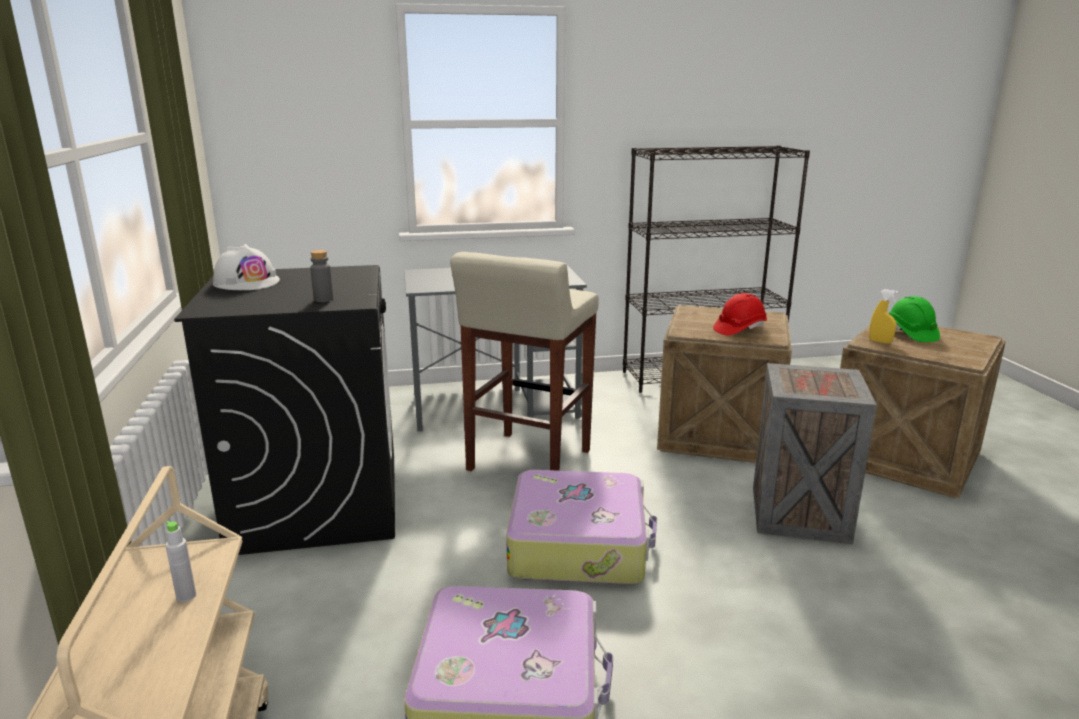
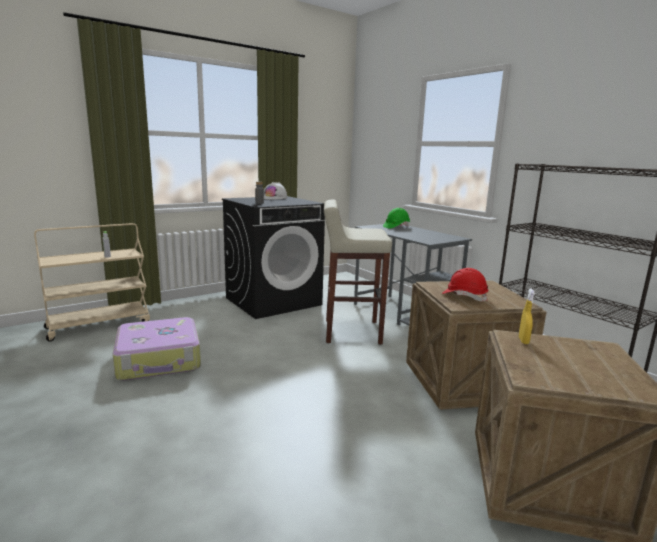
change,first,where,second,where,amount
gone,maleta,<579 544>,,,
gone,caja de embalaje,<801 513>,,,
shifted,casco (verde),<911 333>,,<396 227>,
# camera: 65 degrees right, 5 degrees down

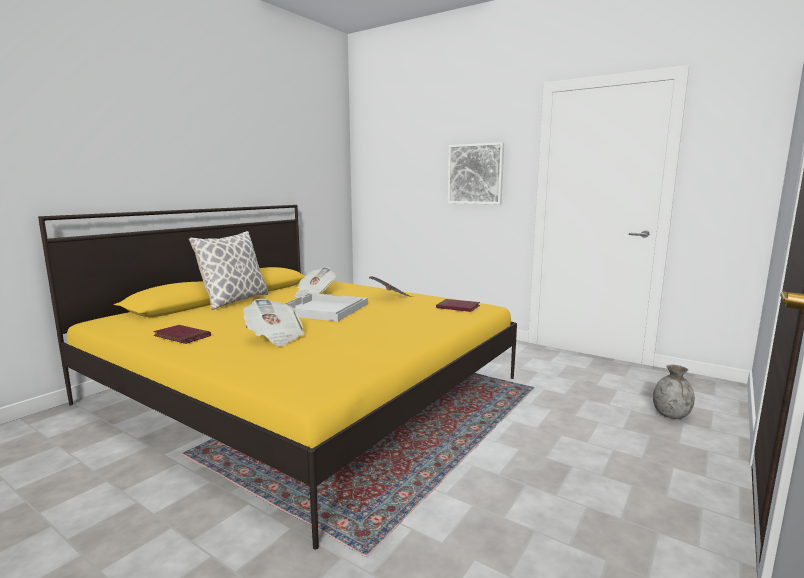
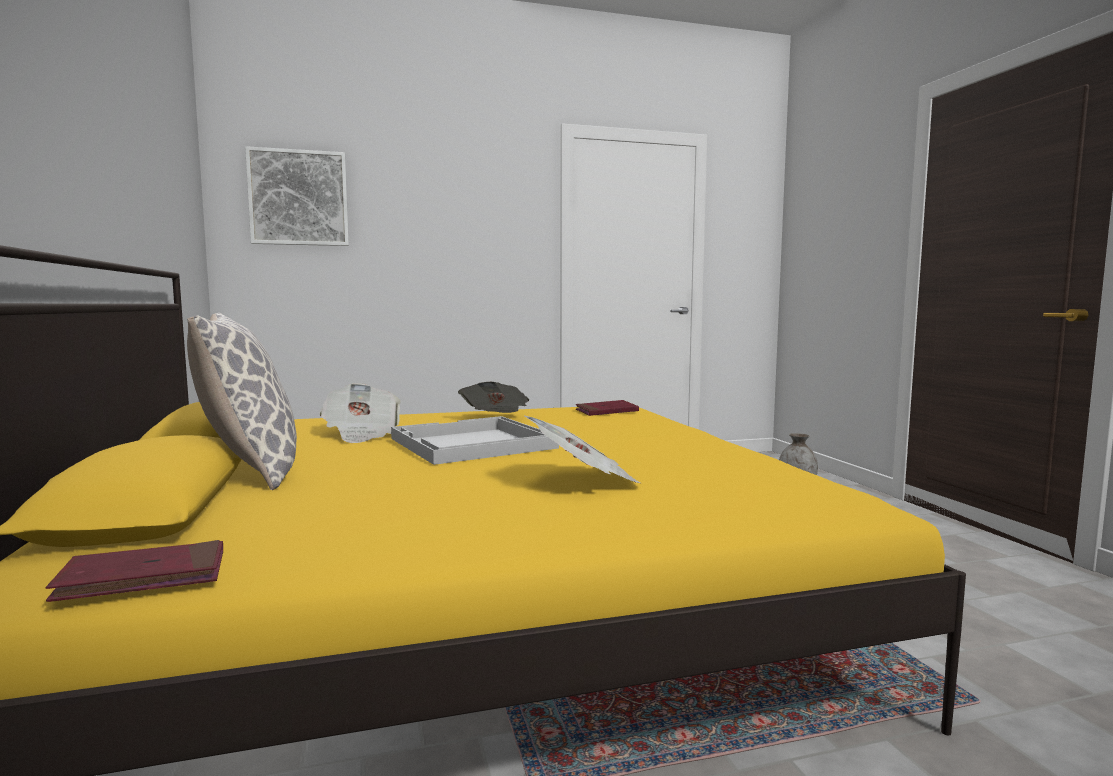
change,first,where,second,where,amount
shifted,libro (rojo),<182 337>,,<144 577>,
shifted,cuadro,<475 174>,,<299 198>,
# camera: 50 degrees left, 5 degrees down

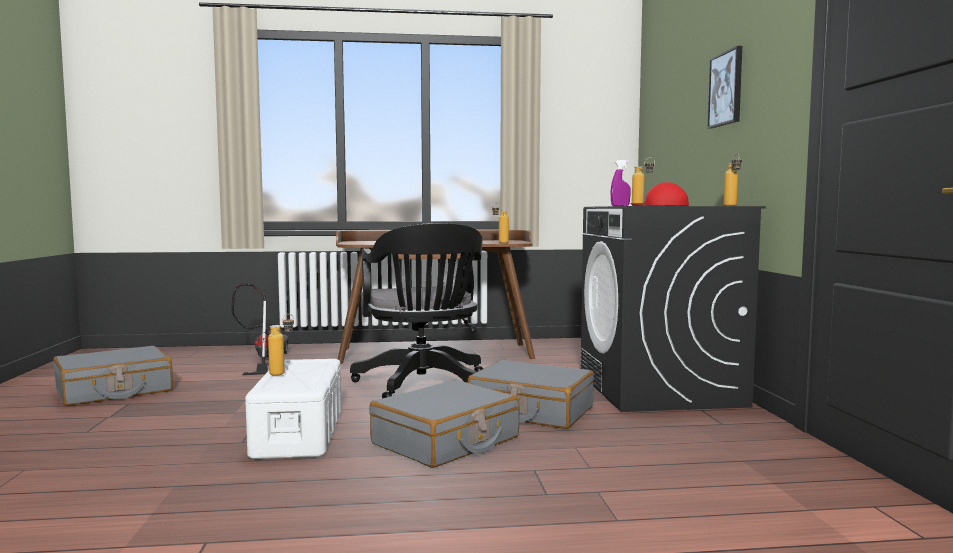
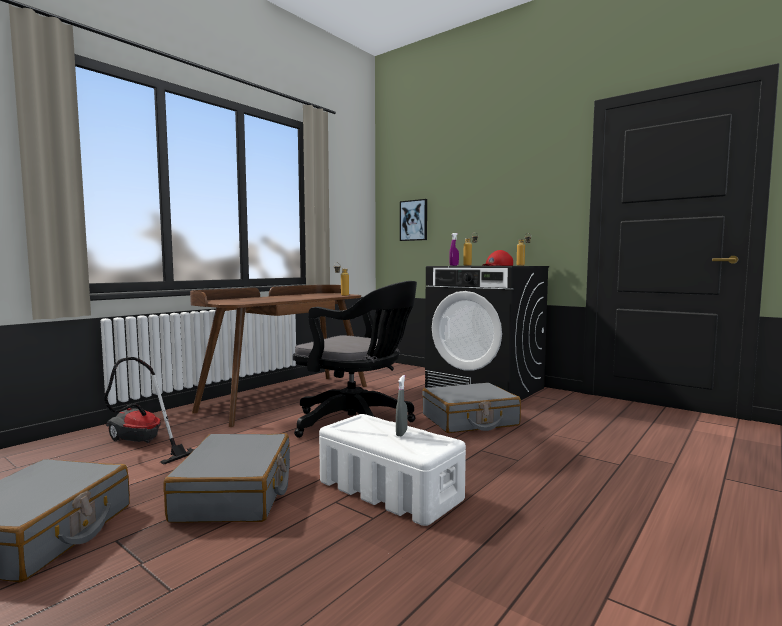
change,first,where,second,where,amount
gone,botella,<282 373>,,,
new,,,pulverizador (gris),<401 433>,
shifted,maleta (gris),<446 441>,,<236 494>,
shifted,cuadro,<726 89>,,<414 220>,
# camera: 45 degrees left, 0 degrees up

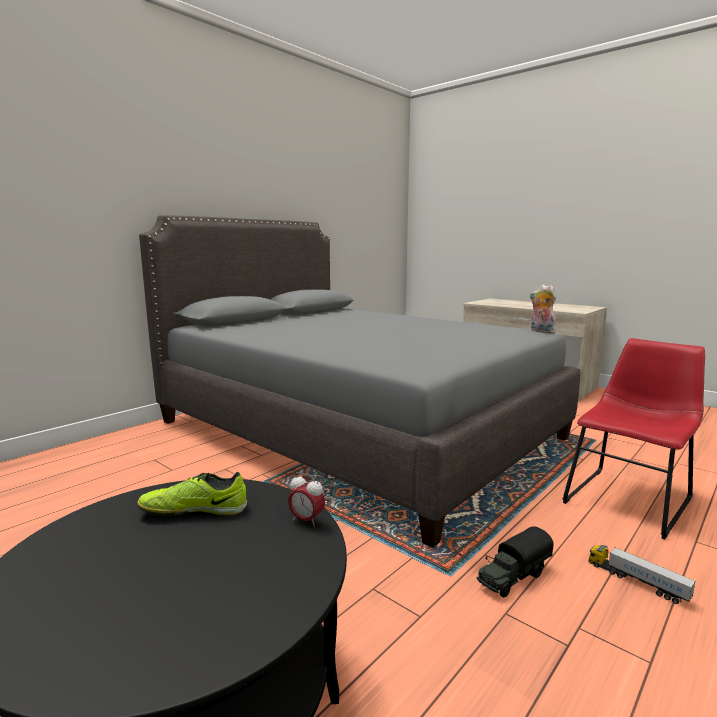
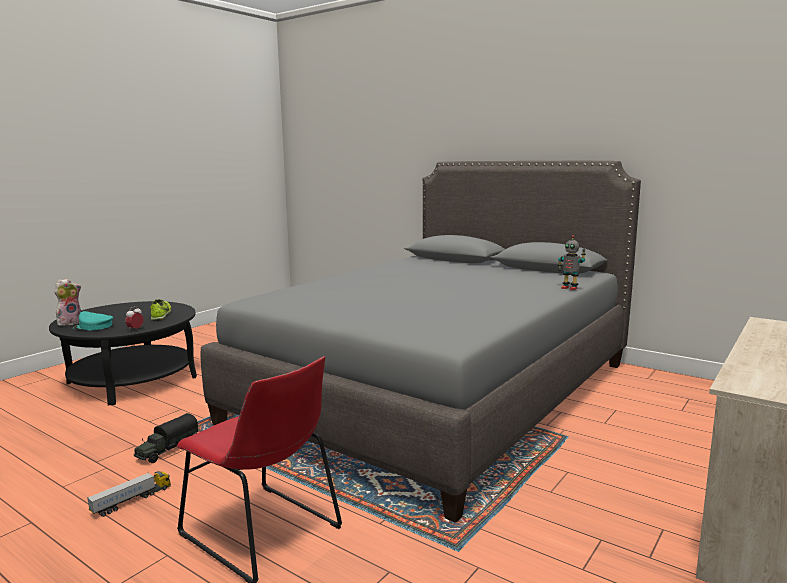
change,first,where,second,where,amount
new,,,gorra (turquesa),<93 327>,
new,,,robot de juguete,<569 288>,
shifted,peluche,<541 331>,,<70 322>,
rotated,camión de juguete,<513 577>,,<167 451>,105 degrees counterclockwise
# camera: 85 degrees right, 0 degrees up

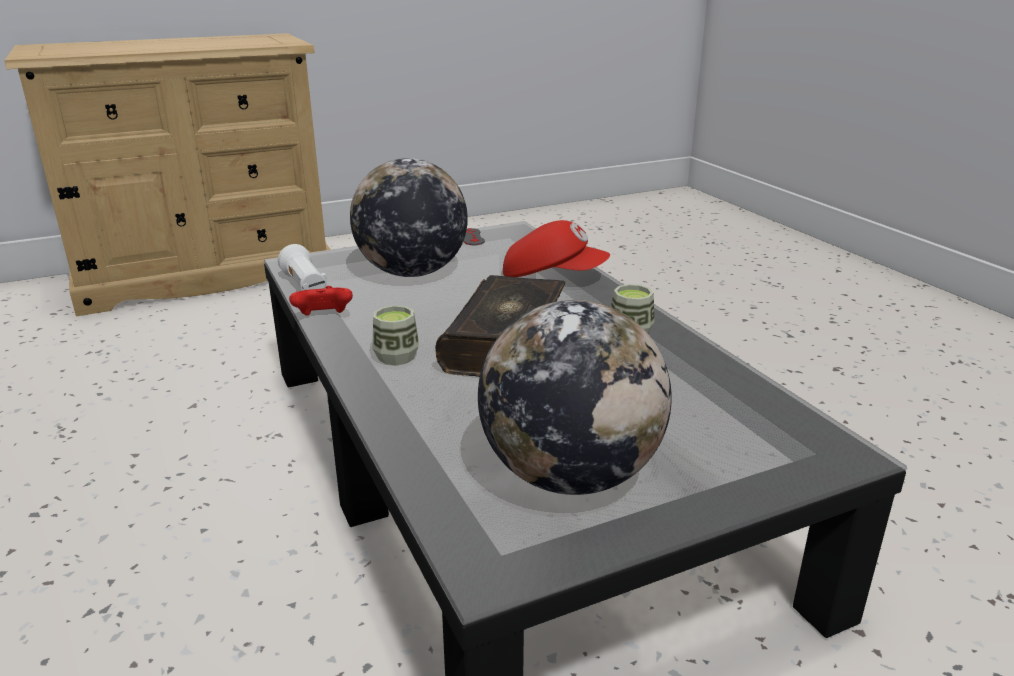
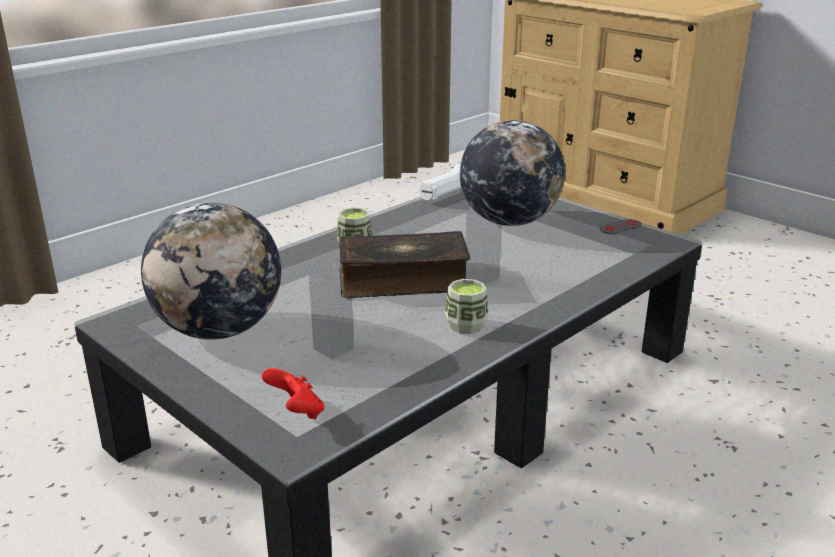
change,first,where,second,where,amount
gone,gorra (rojo),<553 276>,,,
shifted,mando de consola (rojo),<323 317>,,<296 412>,
# camera: 70 degrees right, 0 degrees up

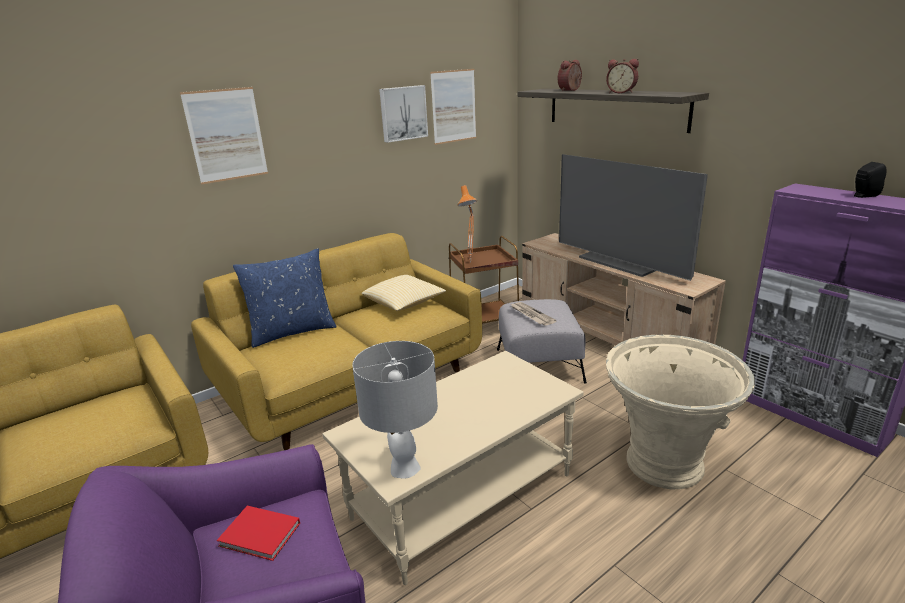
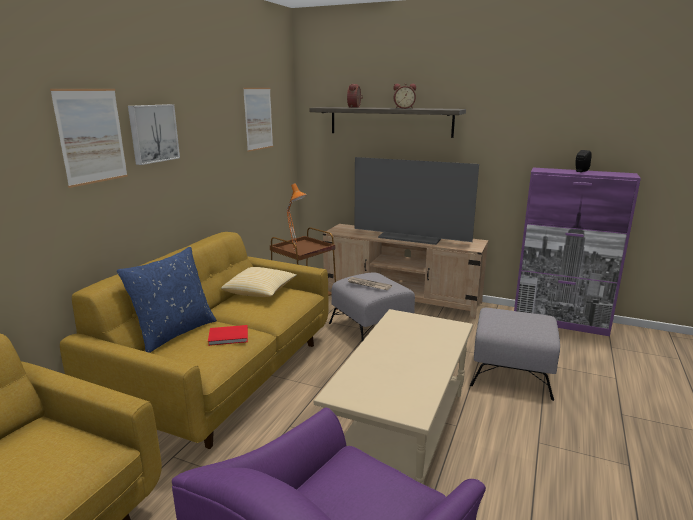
change,first,where,second,where,amount
gone,lámpara de mesa (gris),<404 467>,,,
shifted,libro (rojo),<261 536>,,<229 337>,
shifted,cuadro,<403 113>,,<152 133>,
swapped,maceta (beis),<663 465>,puf (gris),<510 372>,
# camera: 30 degrees left, 5 degrees down

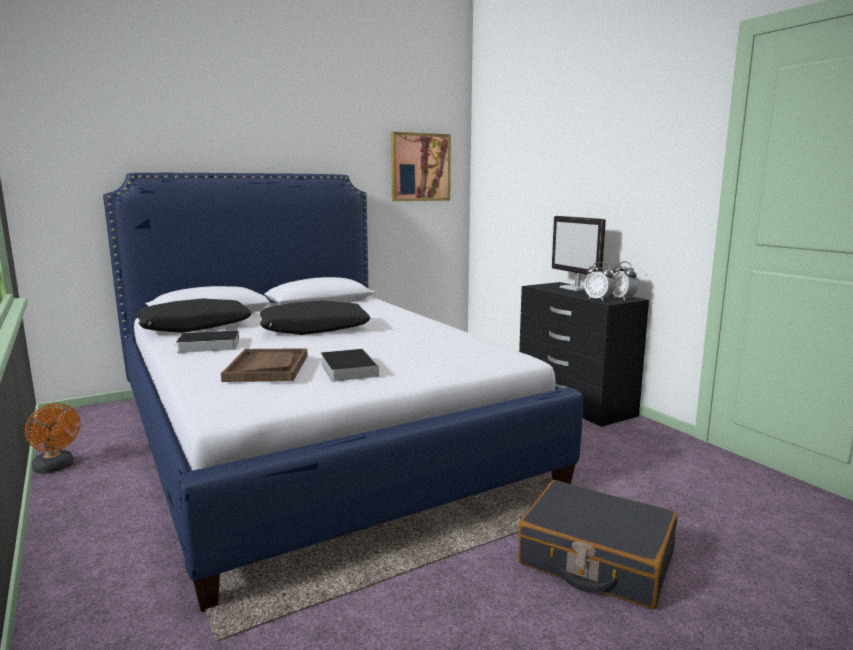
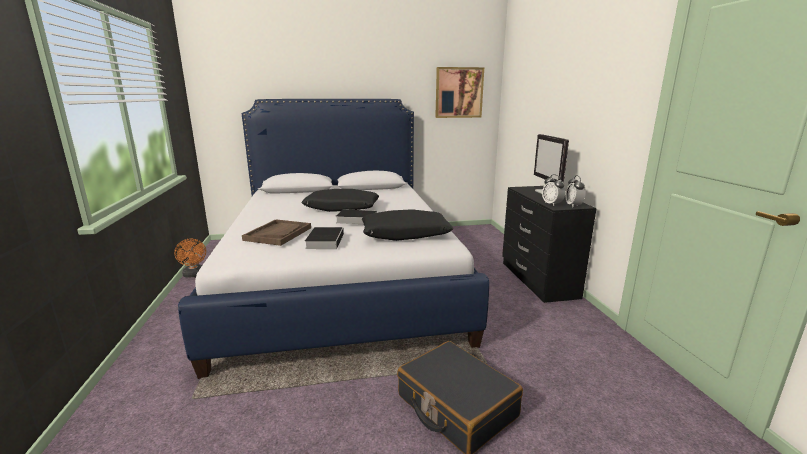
change,first,where,second,where,amount
shifted,cojín (negro),<195 327>,,<405 234>,
shifted,libro,<207 346>,,<355 220>,
# camera: 20 degrees right, 5 degrees up

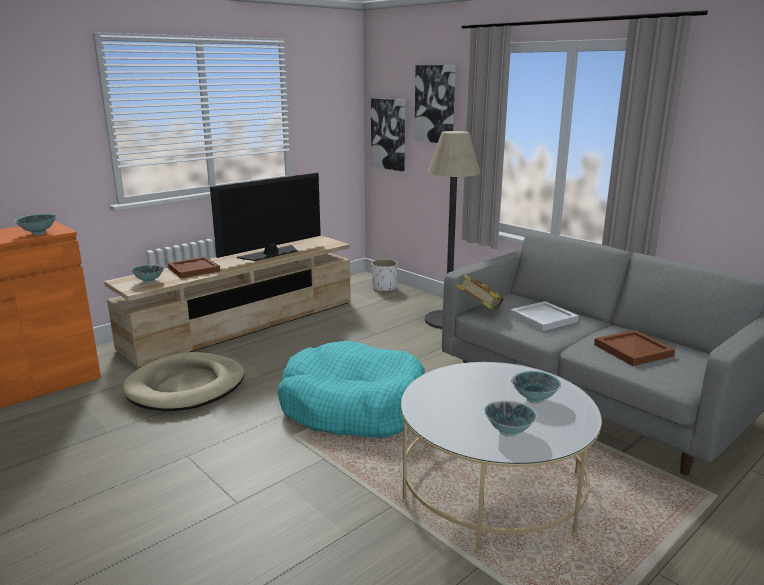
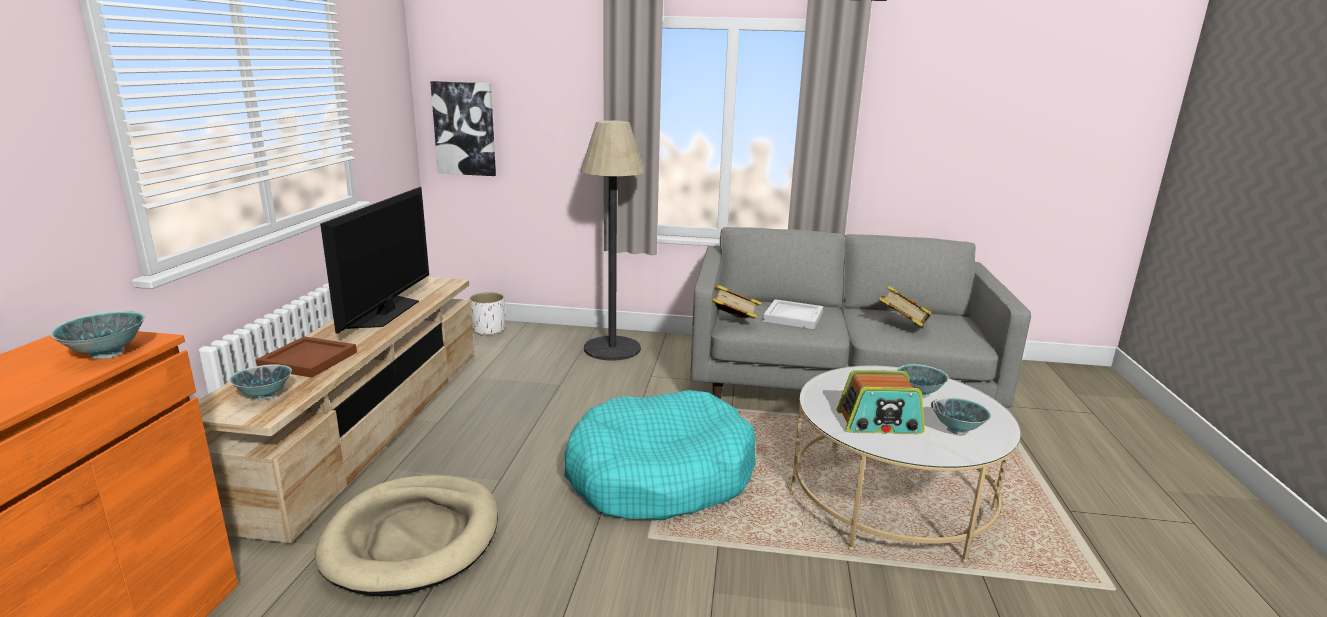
change,first,where,second,where,amount
gone,cuadro,<435 104>,,,
new,,,radio,<879 423>,
swapped,bandeja (marrón),<633 351>,libro,<902 327>,
# camera: 40 degrees left, 0 degrees up

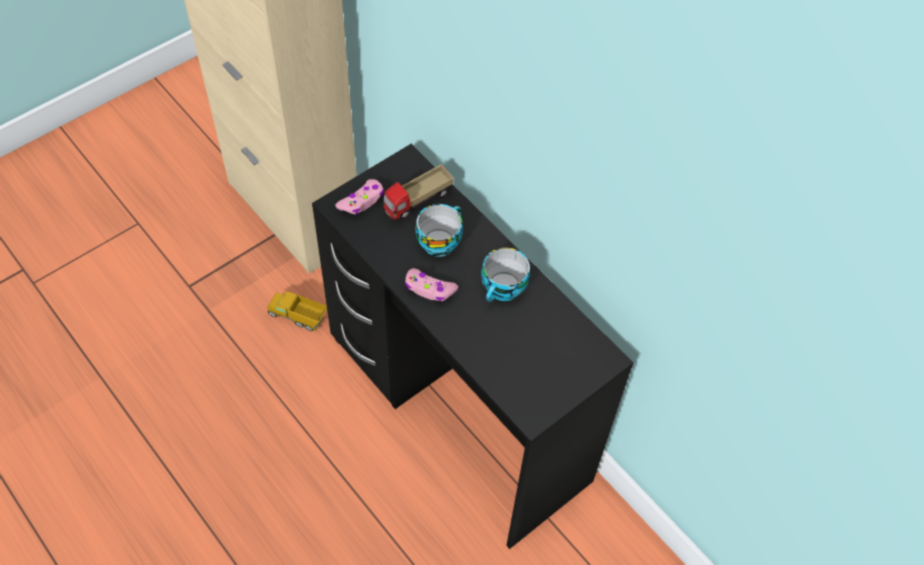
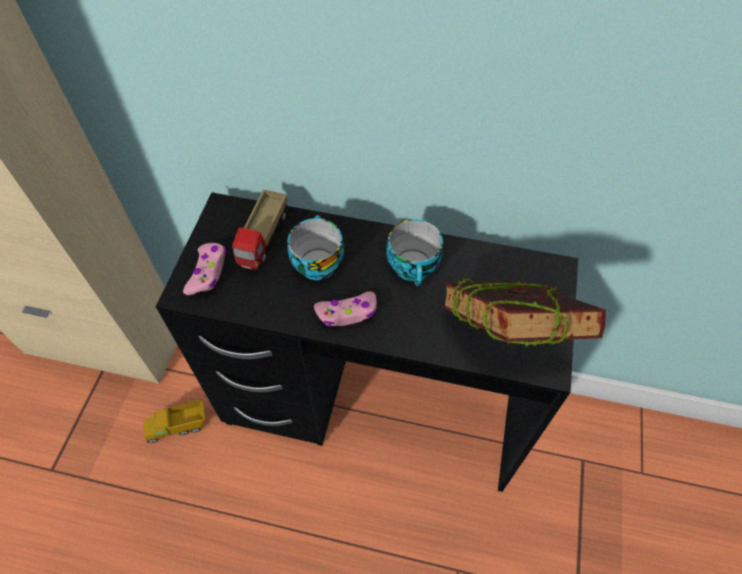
change,first,where,second,where,amount
new,,,libro,<504 340>,
# camera: 35 degrees left, 0 degrees up

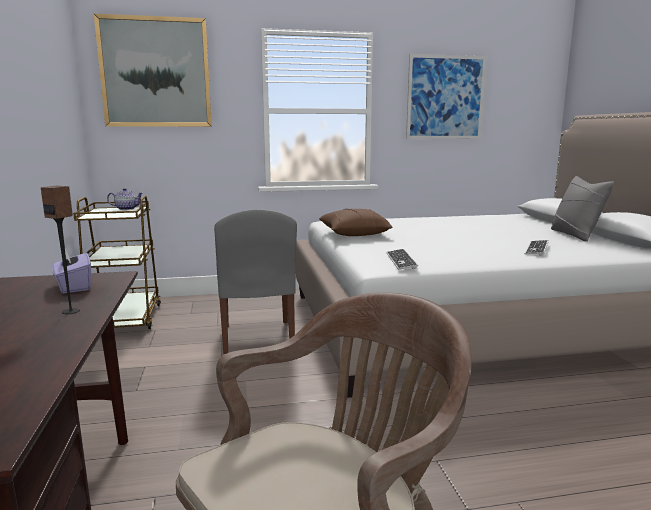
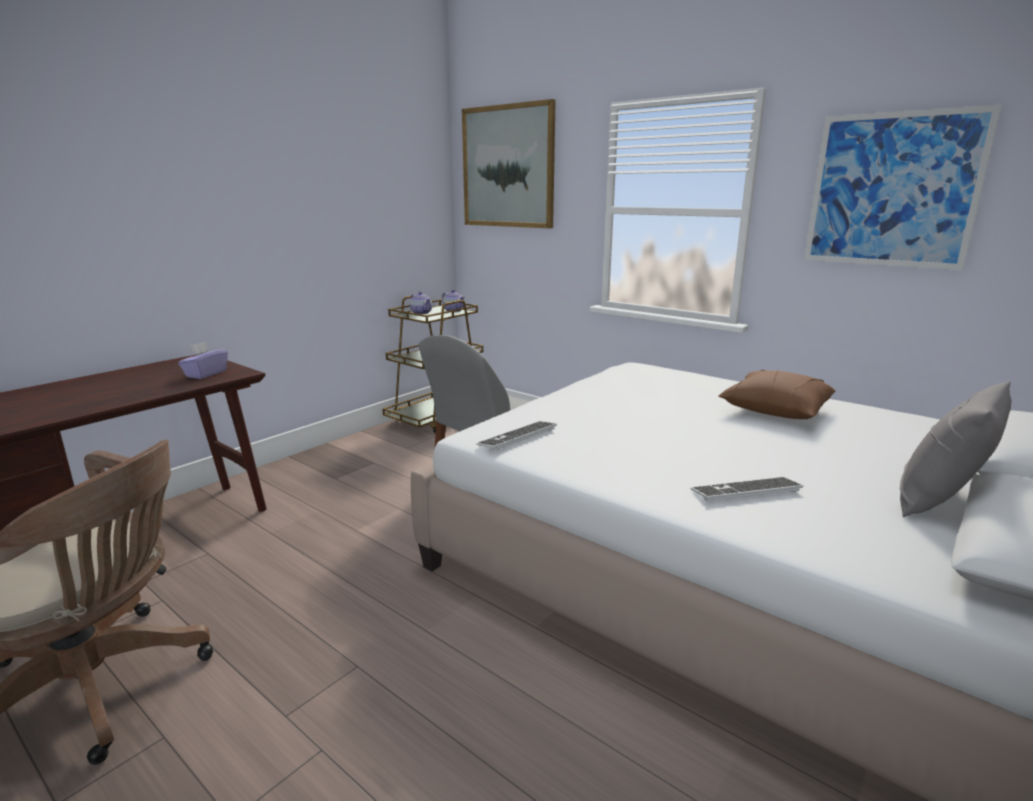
change,first,where,second,where,amount
gone,altavoz,<71 311>,,,
new,,,tetera,<421 313>,
shifted,cojín (marrón),<353 234>,,<775 410>,
# camera: 50 degrees right, 5 degrees up

